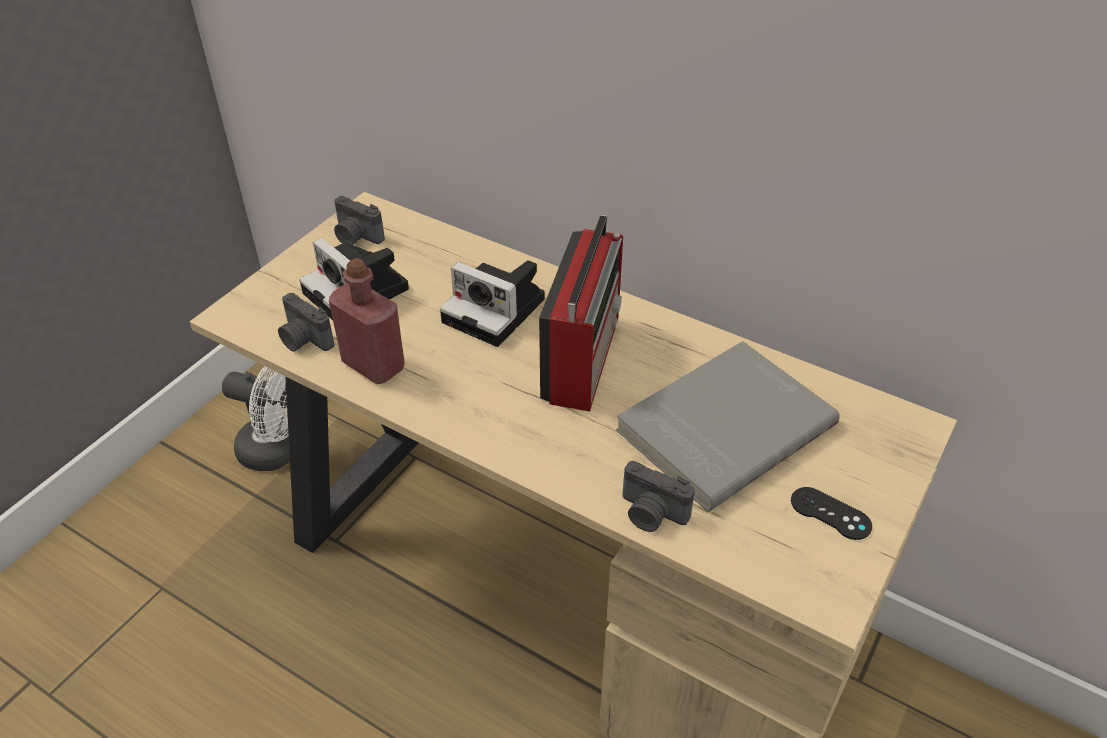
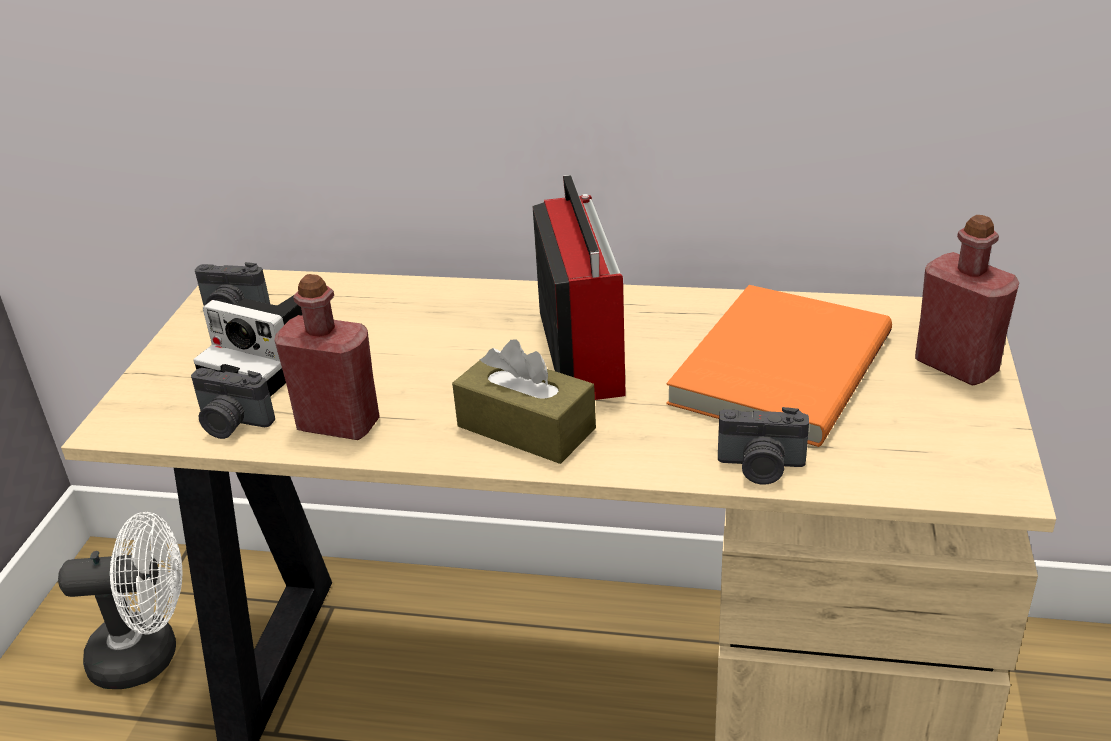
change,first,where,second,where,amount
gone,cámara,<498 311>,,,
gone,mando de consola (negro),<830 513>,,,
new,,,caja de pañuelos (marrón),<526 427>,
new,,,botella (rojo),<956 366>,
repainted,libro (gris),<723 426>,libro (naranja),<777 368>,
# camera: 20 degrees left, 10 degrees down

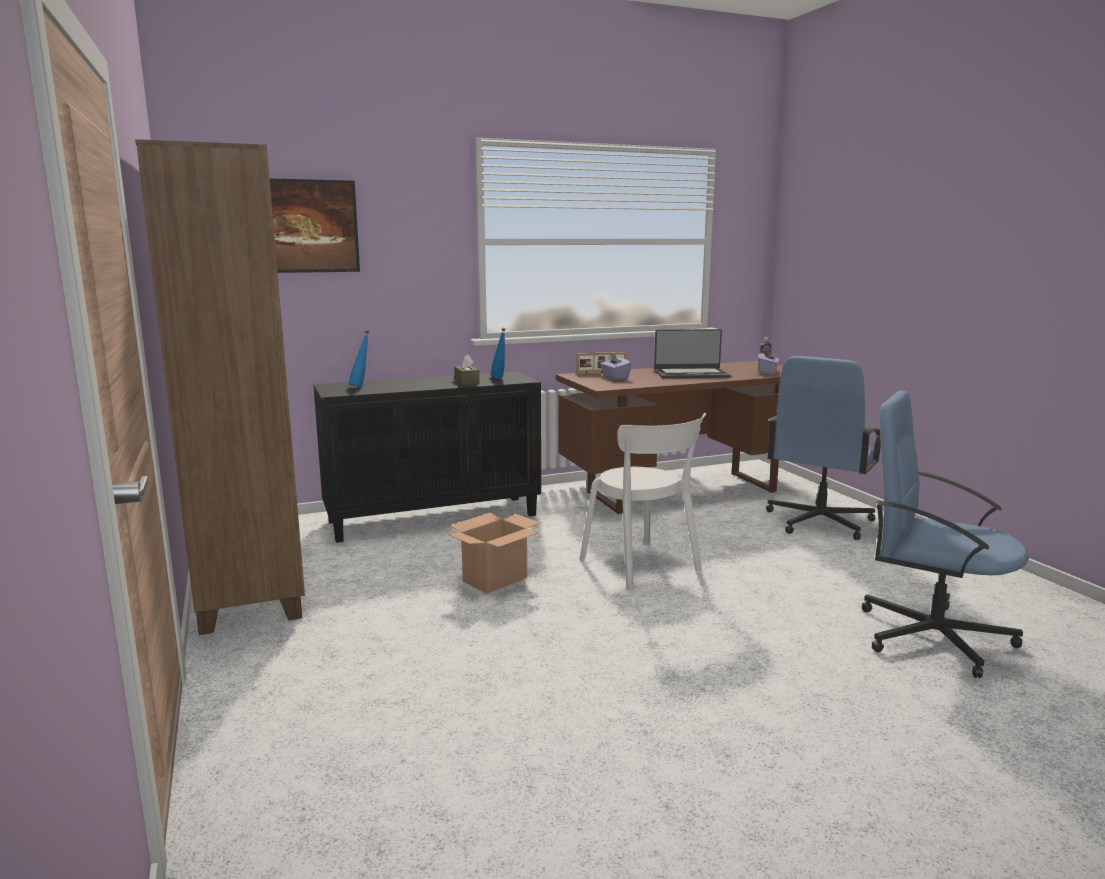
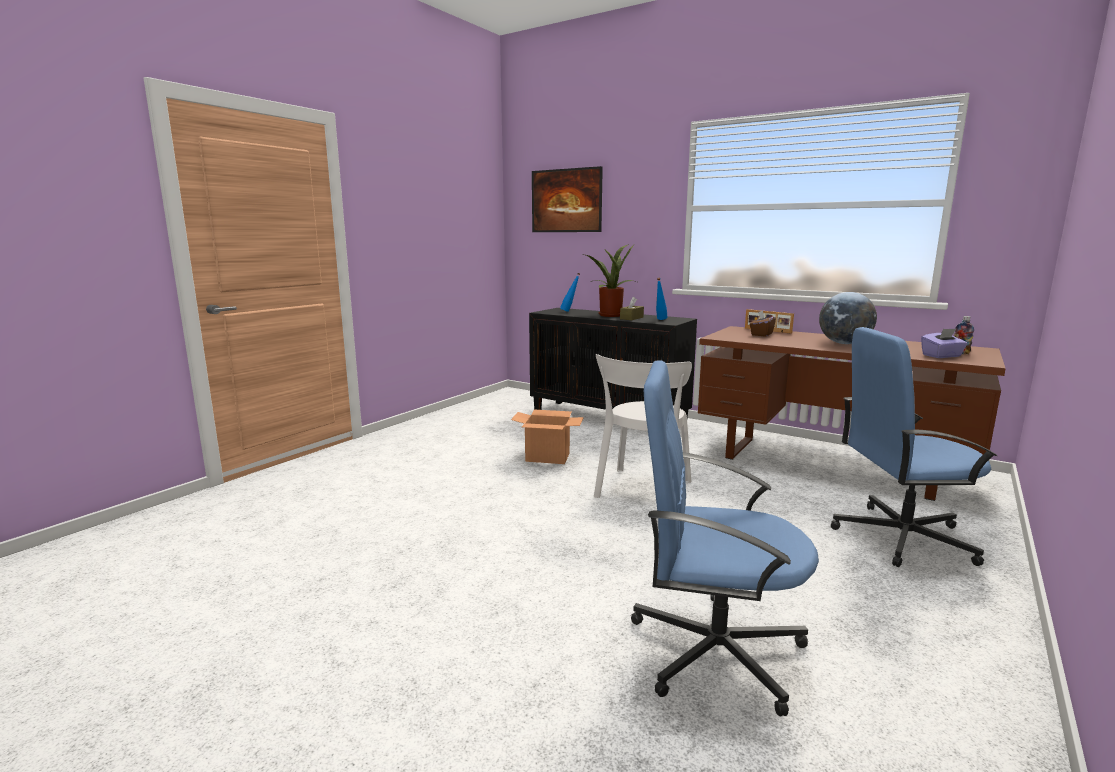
change,first,where,second,where,amount
gone,estantería (marrón),<251 586>,,,
new,,,planta en maceta,<609 315>,
swapped,portátil,<691 374>,globo terráqueo,<844 343>,
repainted,caja de pañuelos (morado),<615 377>,caja de pañuelos (marrón),<761 334>,
rotated,silla de oficina (azul),<931 636>,,<713 650>,75 degrees counterclockwise
# camera: 55 degrees right, 0 degrees up

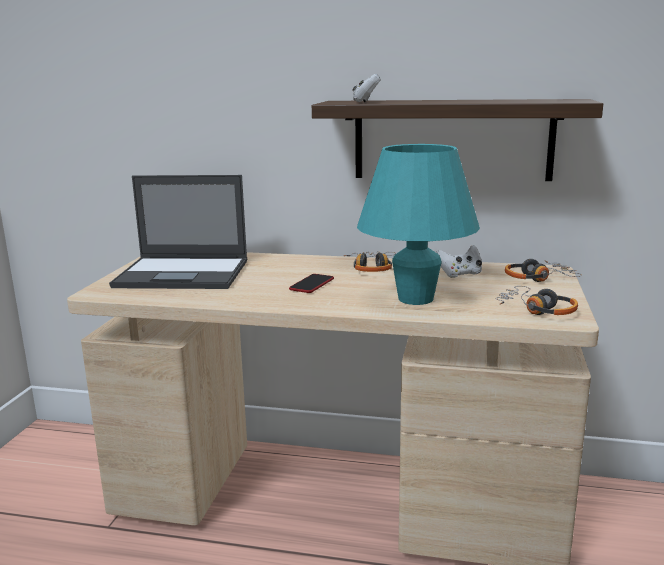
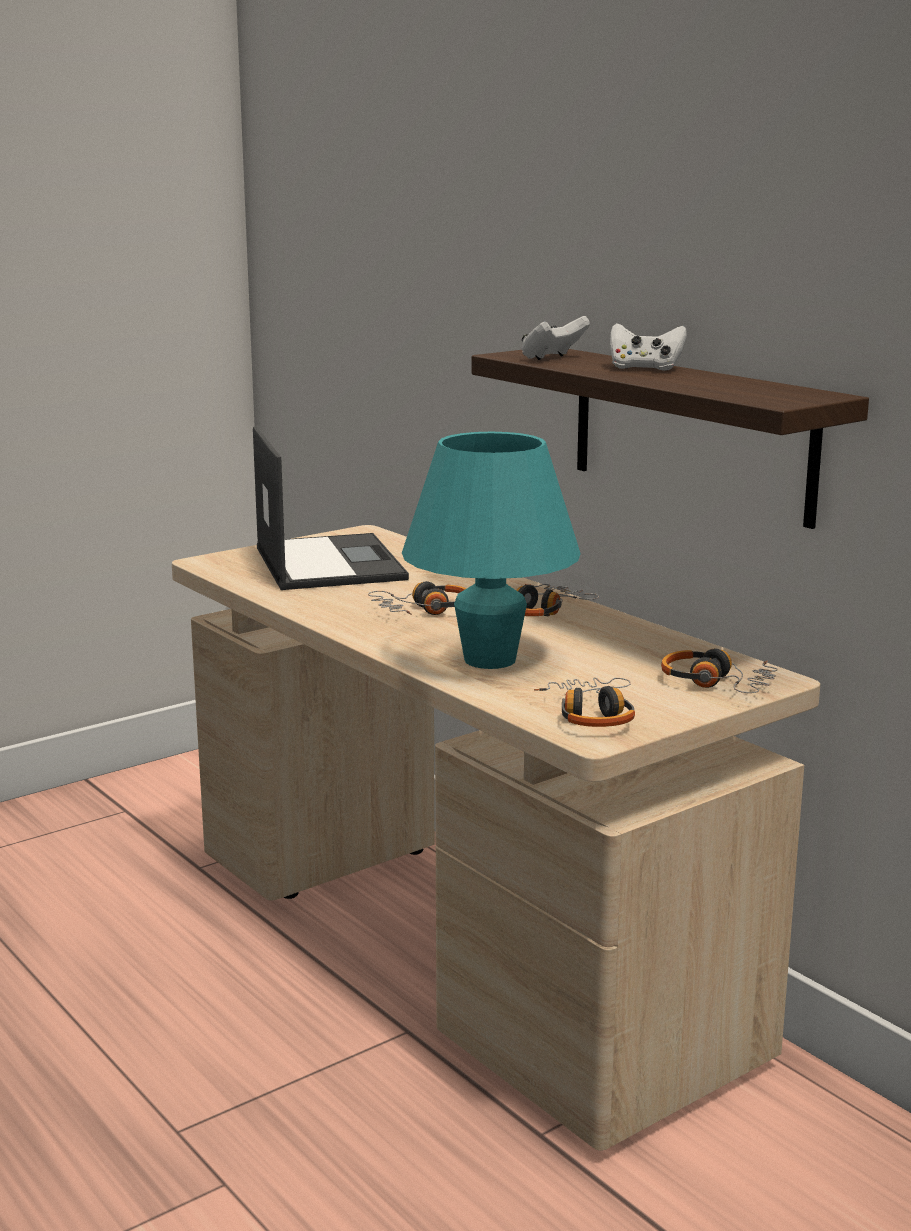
change,first,where,second,where,amount
shifted,mando de consola (blanco),<460 274>,,<645 369>,
swapped,móvil,<312 284>,auriculares,<423 611>,
rotated,portátil,<184 274>,,<328 563>,150 degrees counterclockwise
# camera: 40 degrees right, 0 degrees up

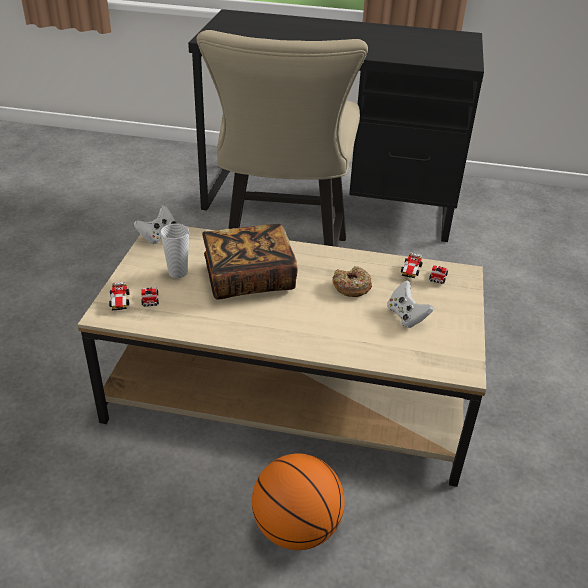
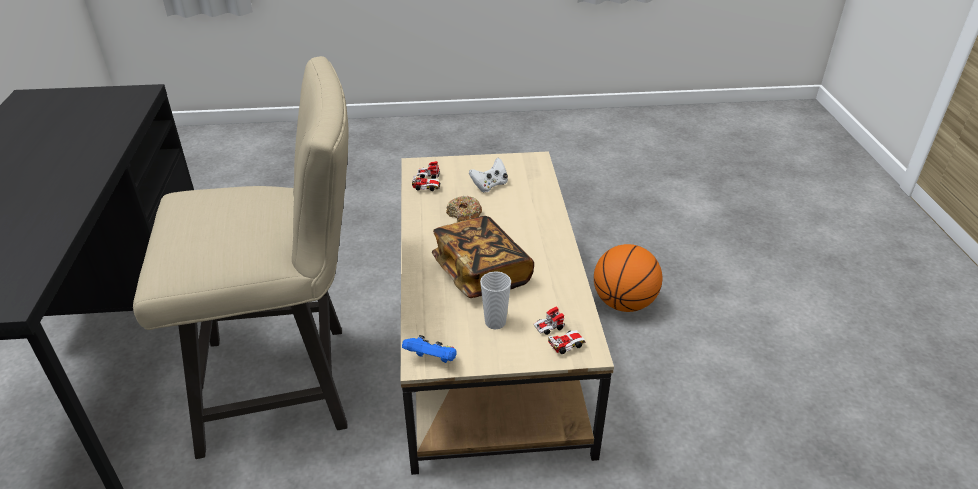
change,first,where,second,where,amount
repainted,mando de consola (blanco),<158 236>,mando de consola (azul),<432 360>,
# camera: 105 degrees left, 0 degrees up

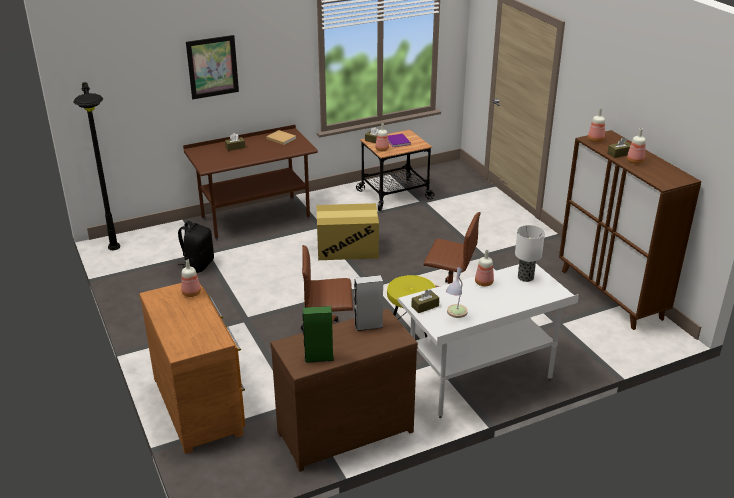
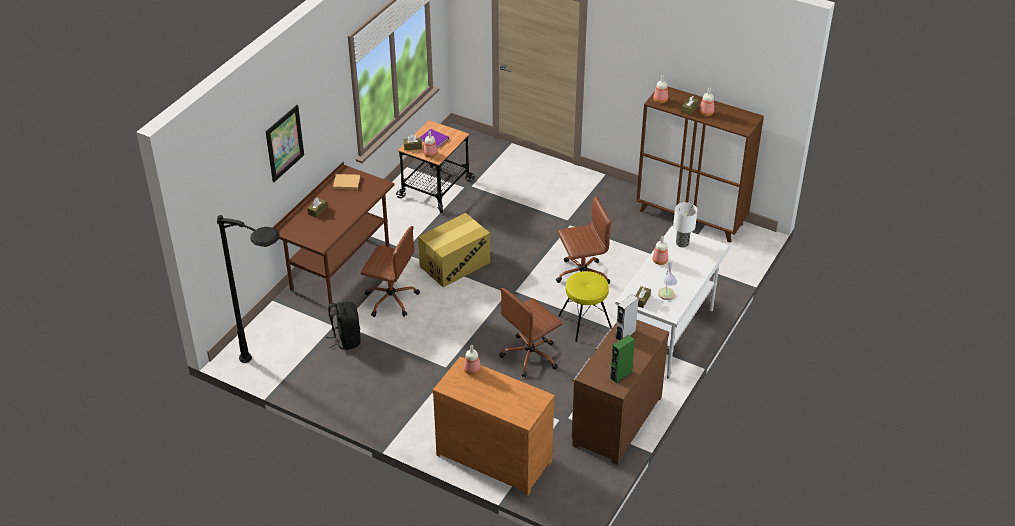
change,first,where,second,where,amount
new,,,silla de oficina (marrón),<390 299>,
# camera: 35 degrees left, 10 degrees up

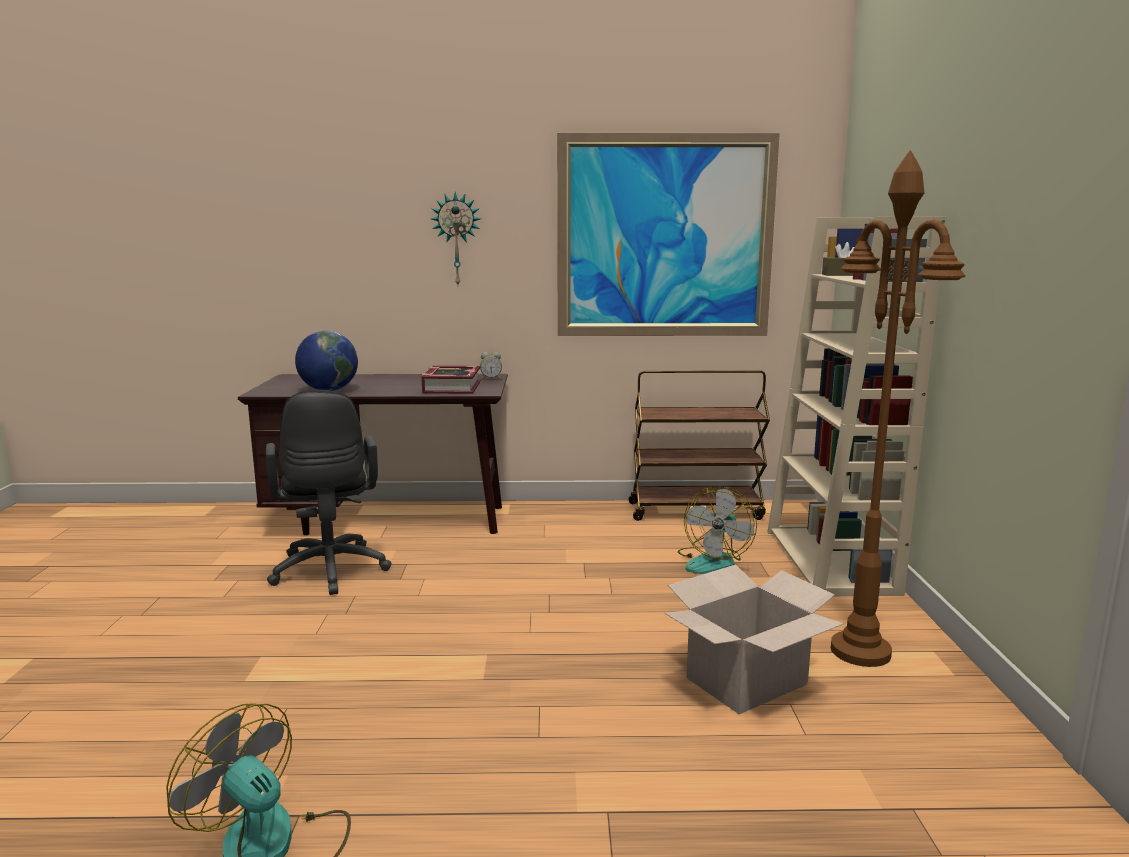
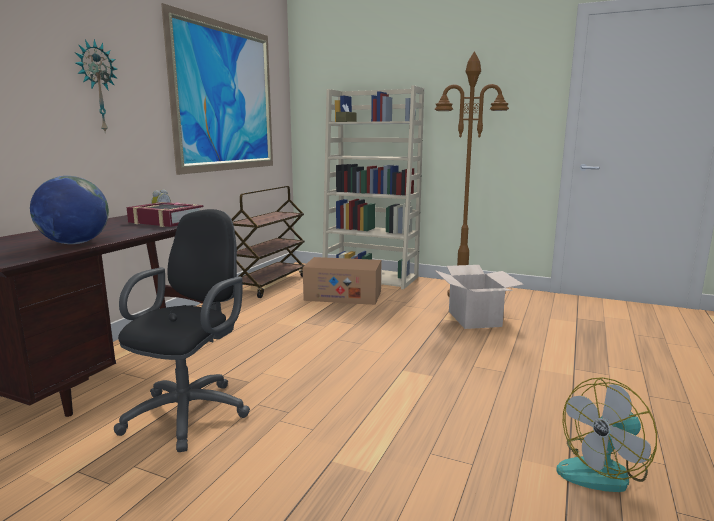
change,first,where,second,where,amount
swapped,ventilador,<714 561>,caja de cartón,<343 296>,
rotated,silla de oficina (negro),<330 572>,,<192 411>,75 degrees counterclockwise
# camera: 65 degrees left, 0 degrees up

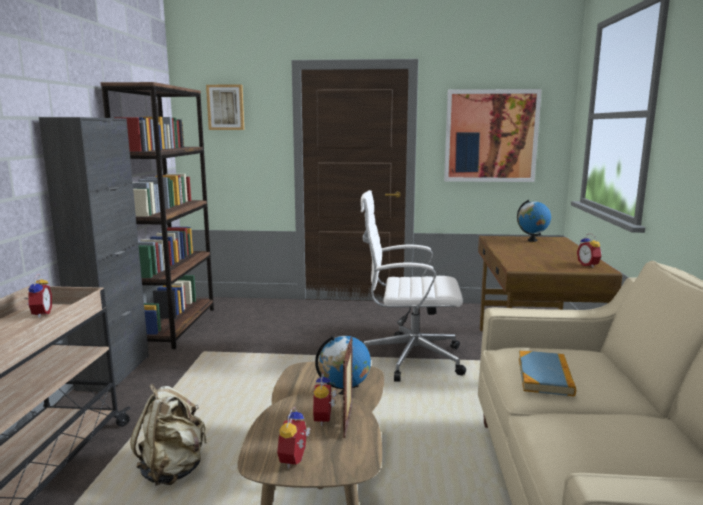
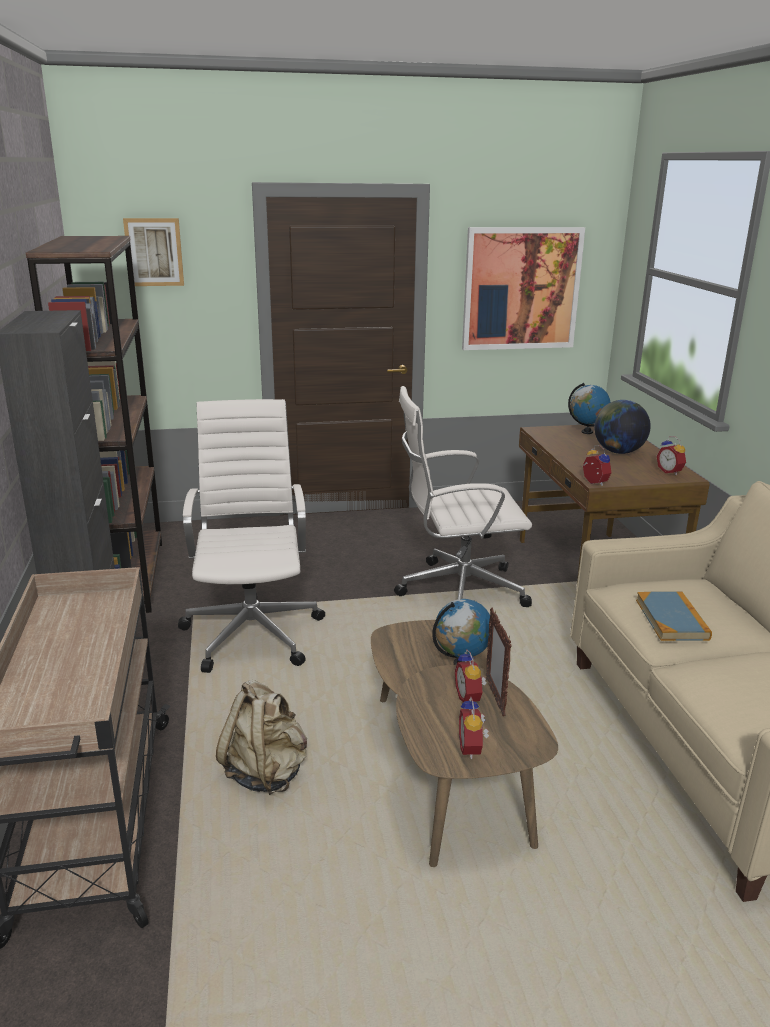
change,first,where,second,where,amount
new,,,silla de oficina (blanco),<253 631>,
new,,,globo terráqueo,<618 452>,
shifted,despertador,<40 314>,,<593 483>,
# camera: 15 degrees left, 10 degrees up

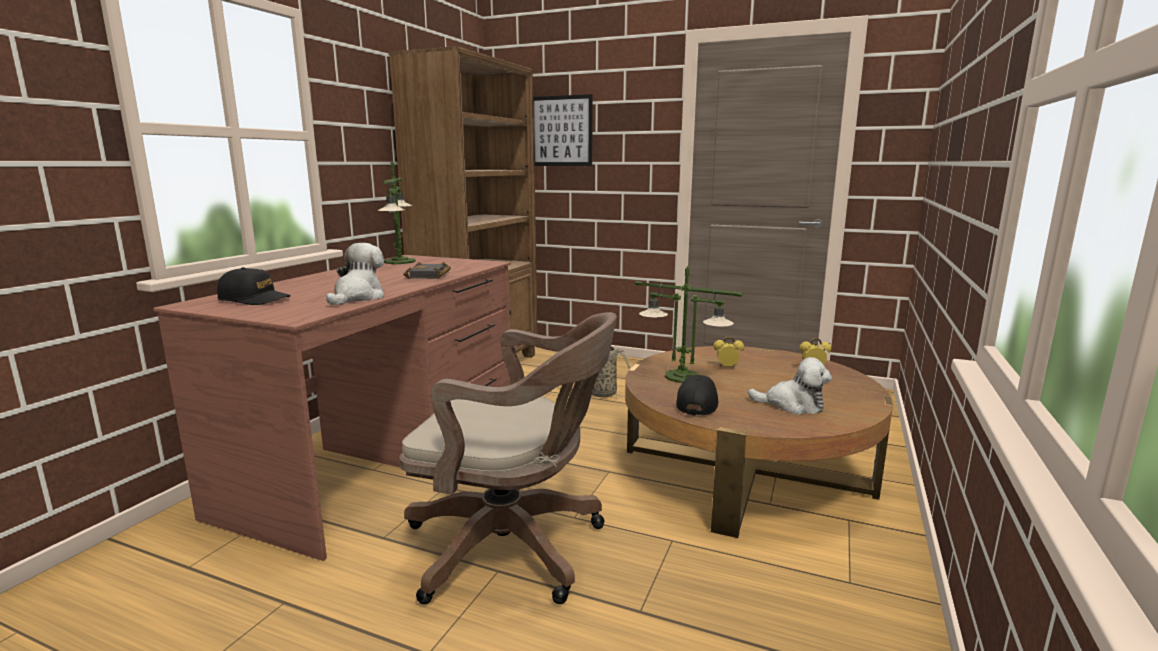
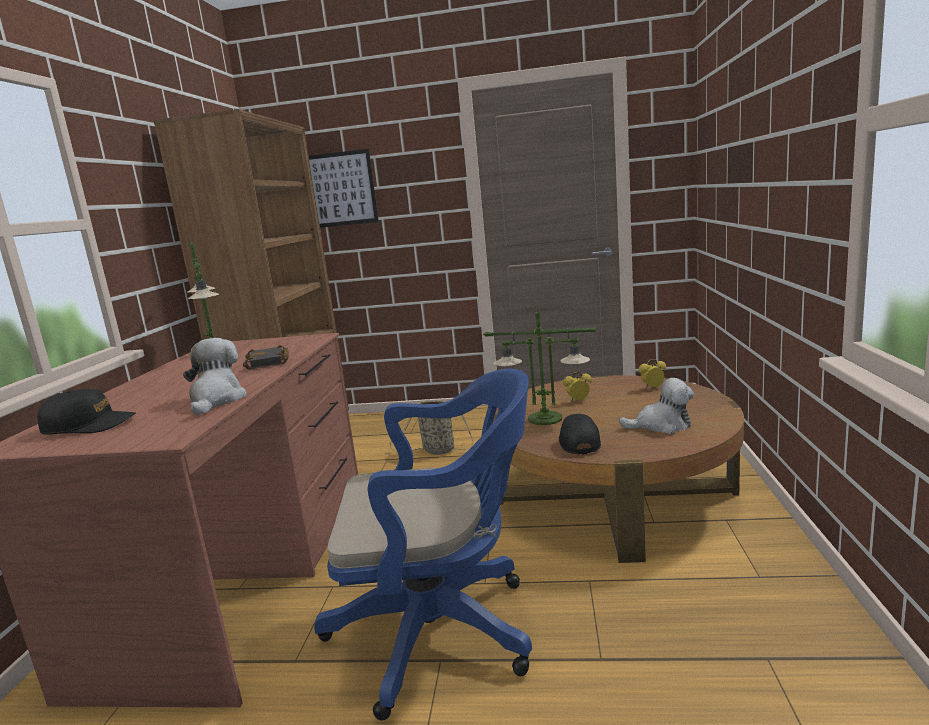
change,first,where,second,where,amount
repainted,silla de oficina (marrón),<515 547>,silla de oficina (azul),<443 631>,
# camera: 15 degrees left, 0 degrees up

